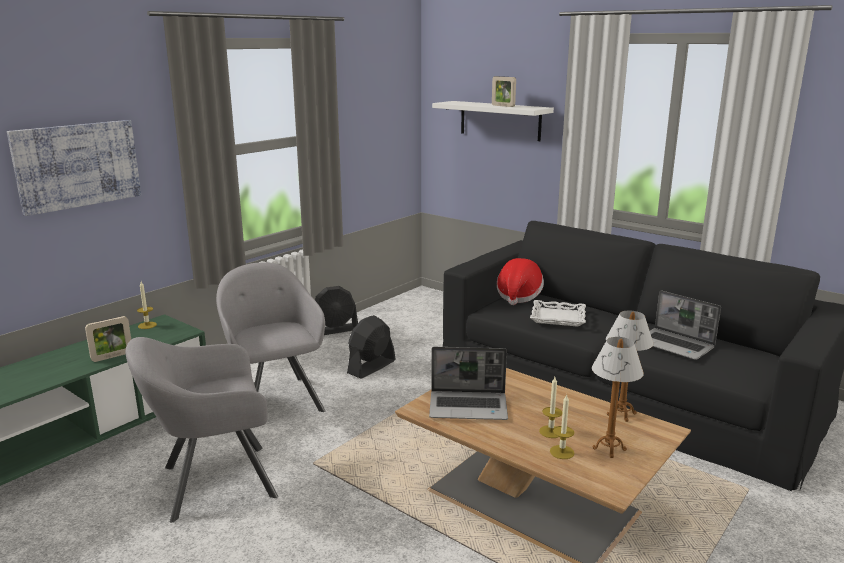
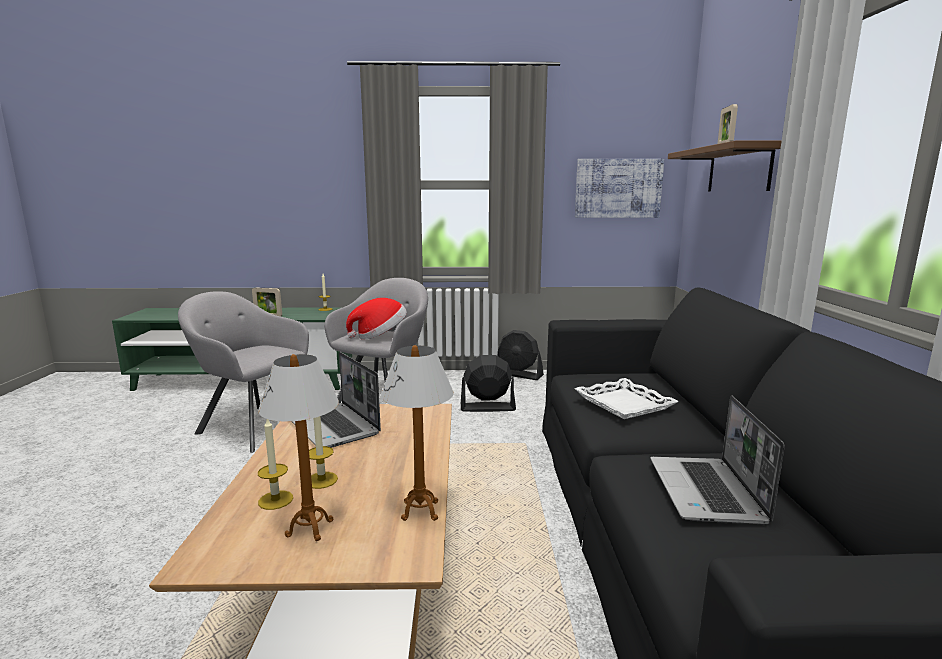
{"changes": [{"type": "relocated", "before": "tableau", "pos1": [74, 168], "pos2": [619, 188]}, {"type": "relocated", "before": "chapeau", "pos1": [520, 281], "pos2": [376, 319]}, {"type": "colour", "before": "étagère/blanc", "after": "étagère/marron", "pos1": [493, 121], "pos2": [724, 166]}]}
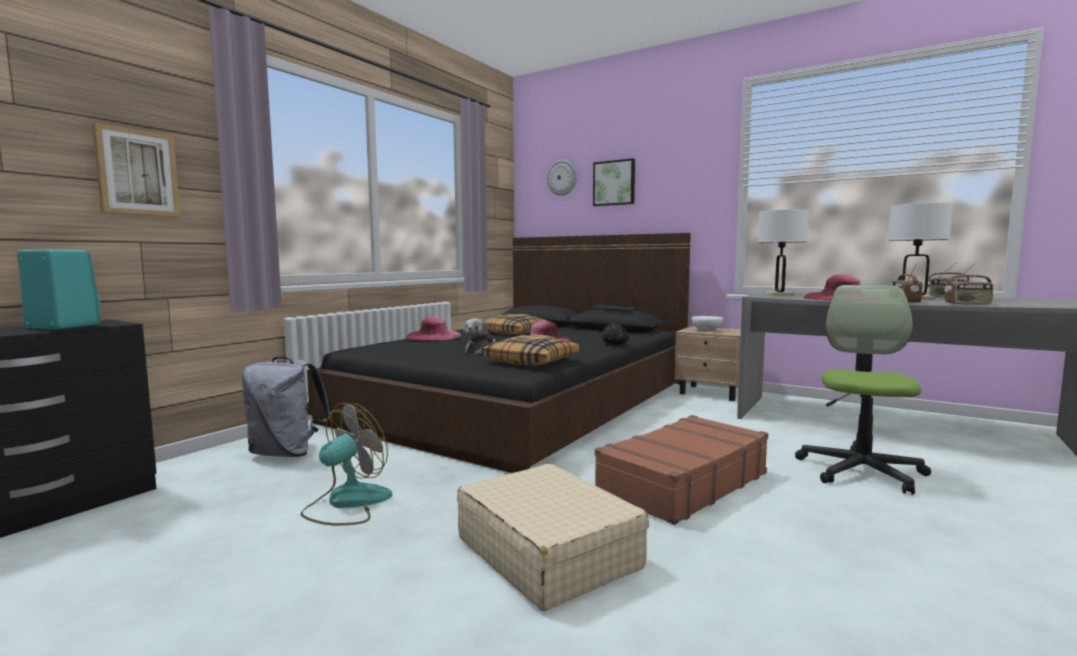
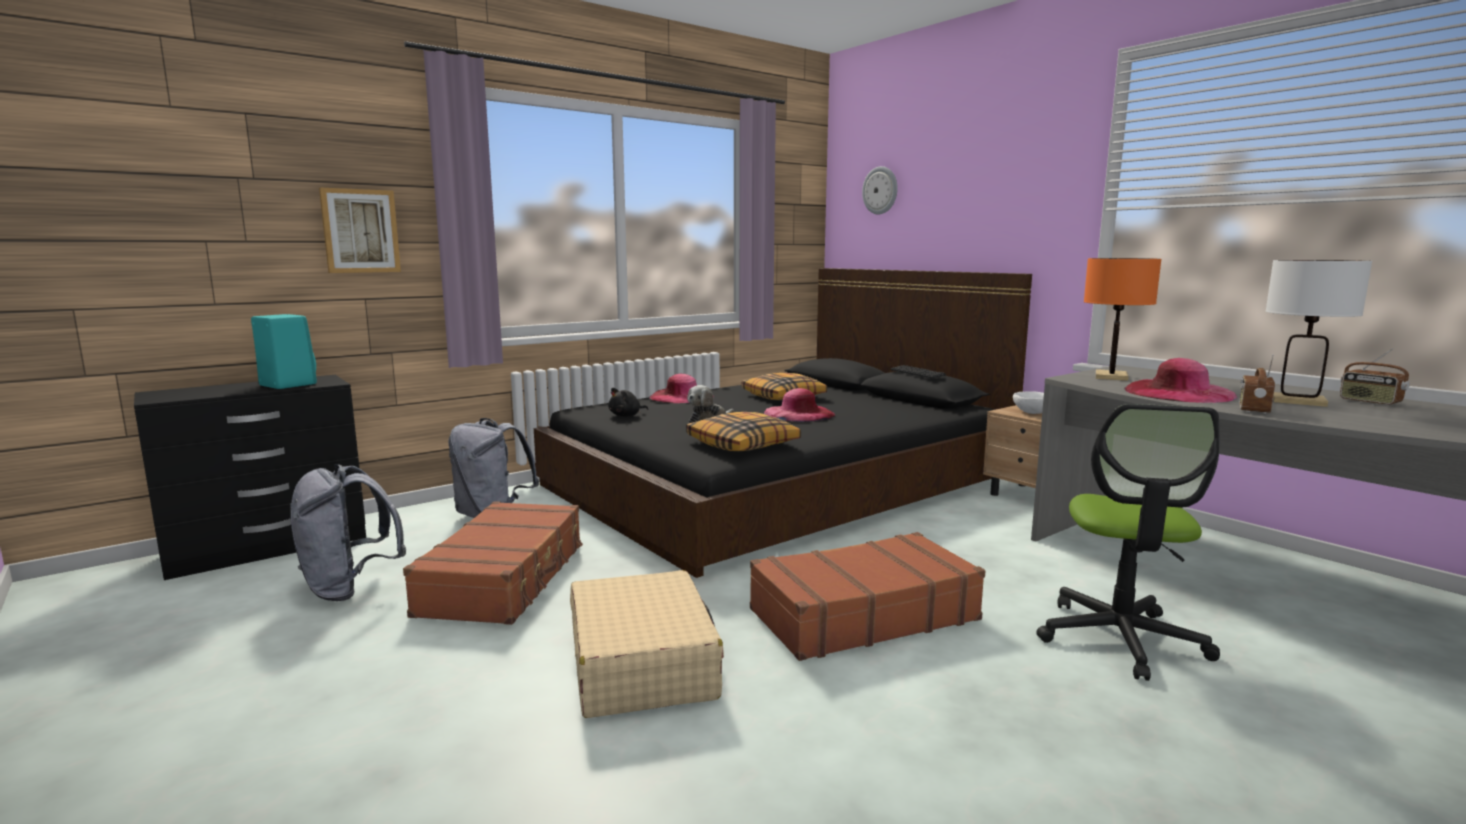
{"changes": [{"type": "missing", "before": "tableau", "pos1": [614, 182]}, {"type": "missing", "before": "radio", "pos1": [969, 284]}, {"type": "appeared", "after": "sac à dos/gris", "pos2": [348, 532]}, {"type": "relocated", "before": "peluche/noir", "pos1": [615, 333], "pos2": [628, 402]}, {"type": "exchanged", "before": "ventilateur", "after": "valise/marron", "pos1": [346, 464], "pos2": [493, 563]}, {"type": "colour", "before": "lampe de table/blanc", "after": "lampe de table/orange", "pos1": [783, 252], "pos2": [1122, 319]}, {"type": "spun", "before": "chaise de bureau", "pos1": [863, 390], "pos2": [1128, 542], "turn": 150}]}
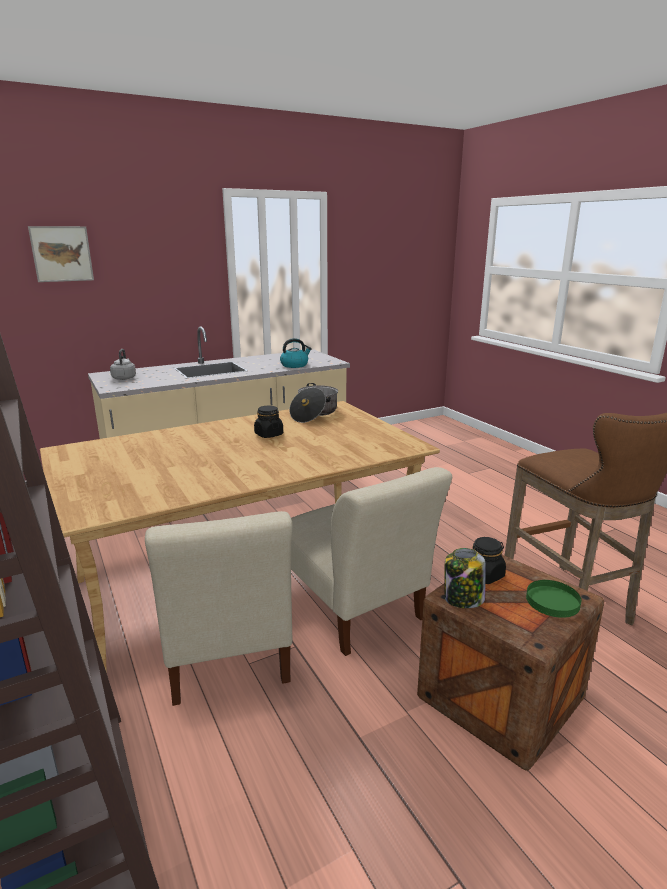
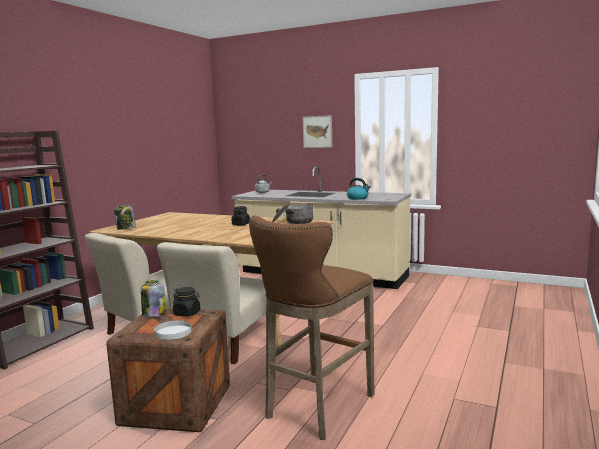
{"changes": [{"type": "appeared", "after": "bocal", "pos2": [125, 217]}, {"type": "relocated", "before": "tableau", "pos1": [61, 254], "pos2": [317, 131]}, {"type": "colour", "before": "assiette/vert", "after": "assiette/blanc", "pos1": [553, 599], "pos2": [172, 330]}]}
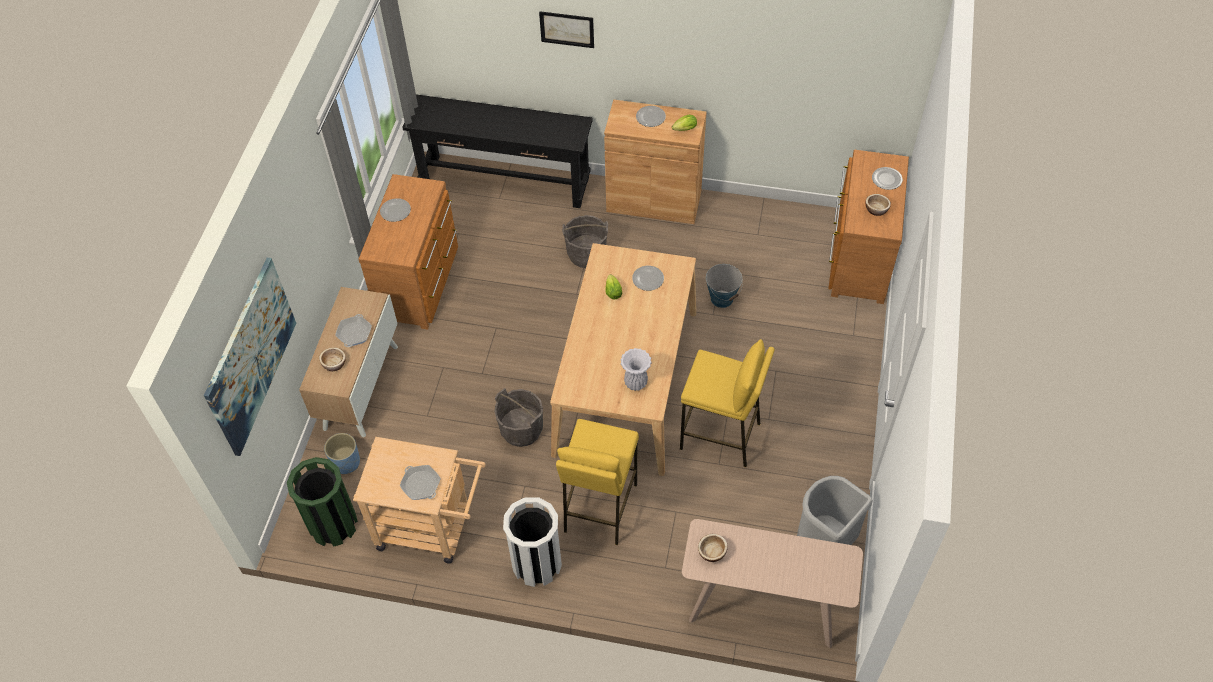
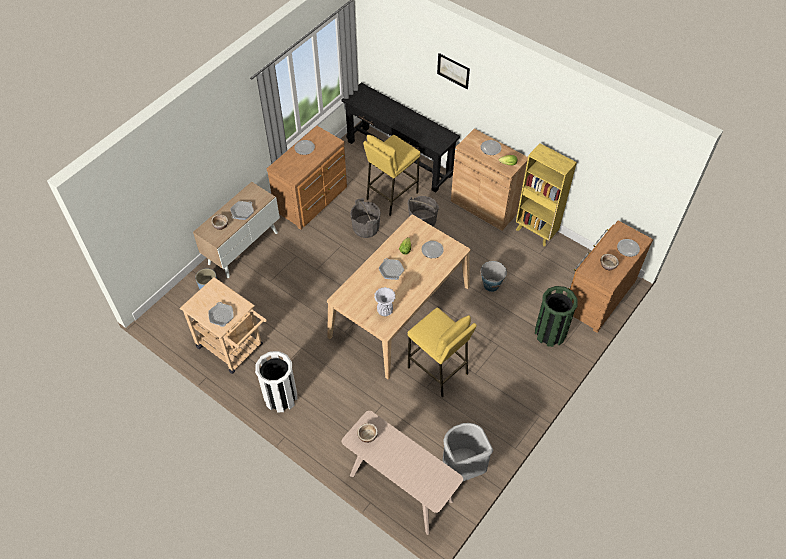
{"changes": [{"type": "missing", "before": "tableau", "pos1": [250, 357]}, {"type": "appeared", "after": "poêle", "pos2": [391, 269]}, {"type": "appeared", "after": "bibliothèque/jaune", "pos2": [546, 194]}, {"type": "relocated", "before": "poubelle/vert", "pos1": [322, 502], "pos2": [556, 316]}, {"type": "relocated", "before": "seau/gris", "pos1": [518, 417], "pos2": [365, 218]}, {"type": "relocated", "before": "tabouret/jaune", "pos1": [597, 482], "pos2": [392, 175]}]}
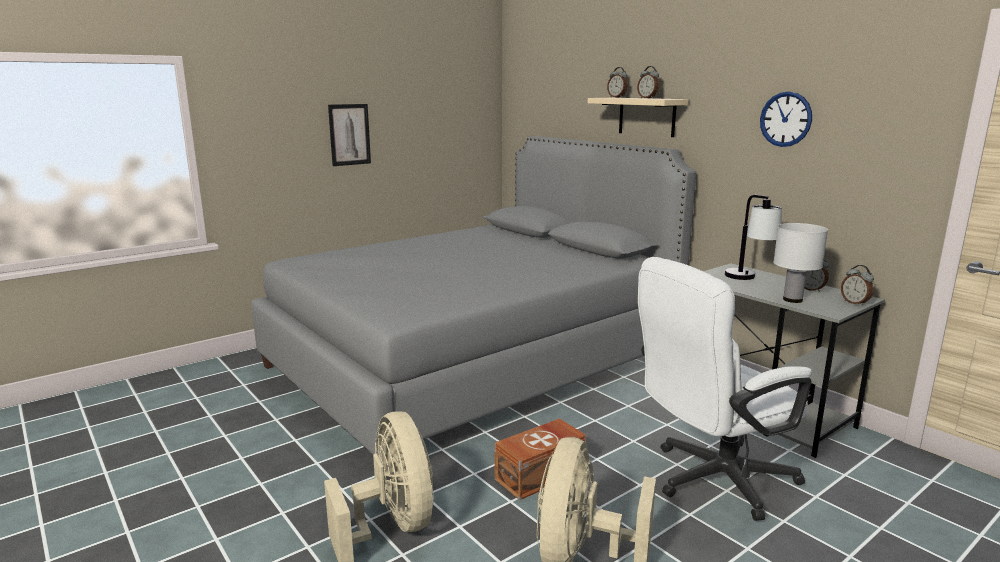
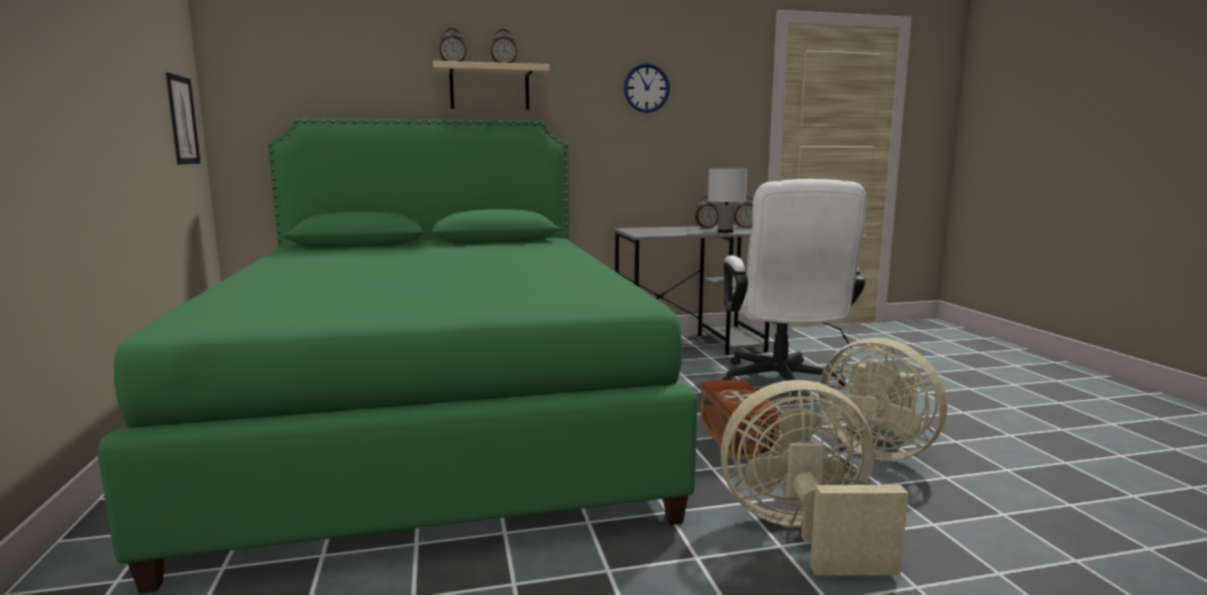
{"changes": [{"type": "missing", "before": "lampe de table", "pos1": [753, 237]}, {"type": "relocated", "before": "tableau", "pos1": [349, 135], "pos2": [183, 118]}, {"type": "colour", "before": "lit/gris", "after": "lit/vert", "pos1": [474, 295], "pos2": [397, 356]}]}
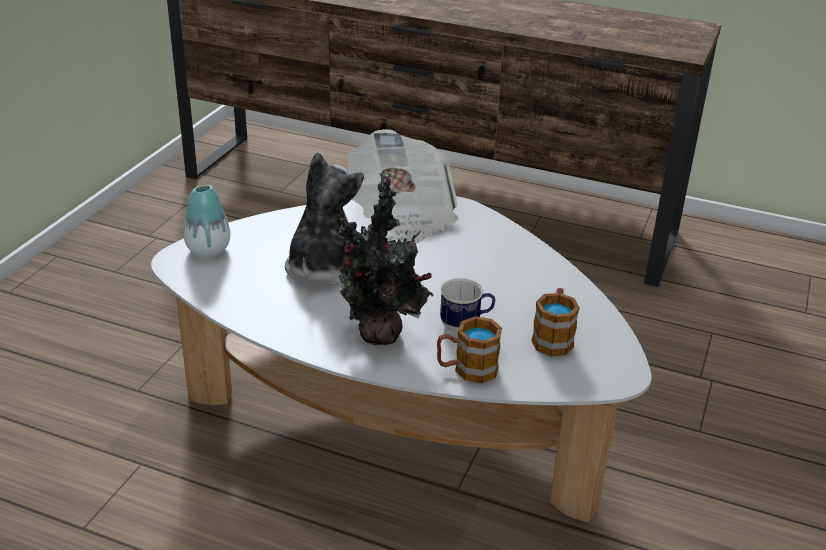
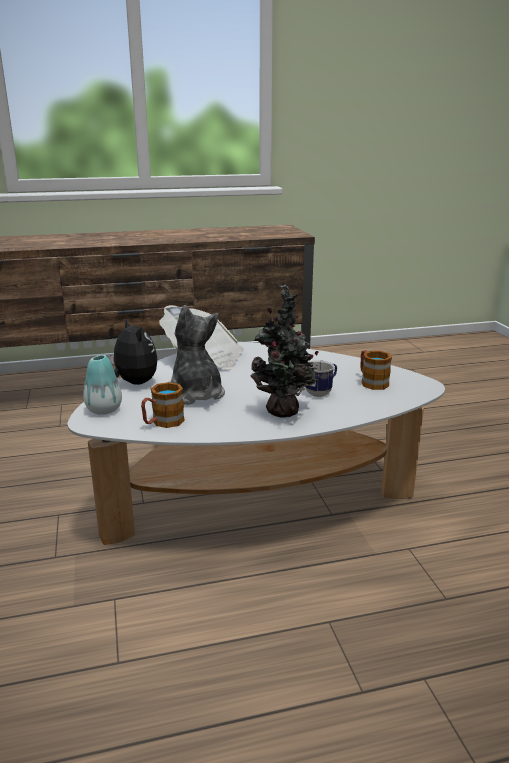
{"changes": [{"type": "appeared", "after": "peluche", "pos2": [134, 351]}, {"type": "relocated", "before": "mug", "pos1": [469, 349], "pos2": [163, 405]}]}
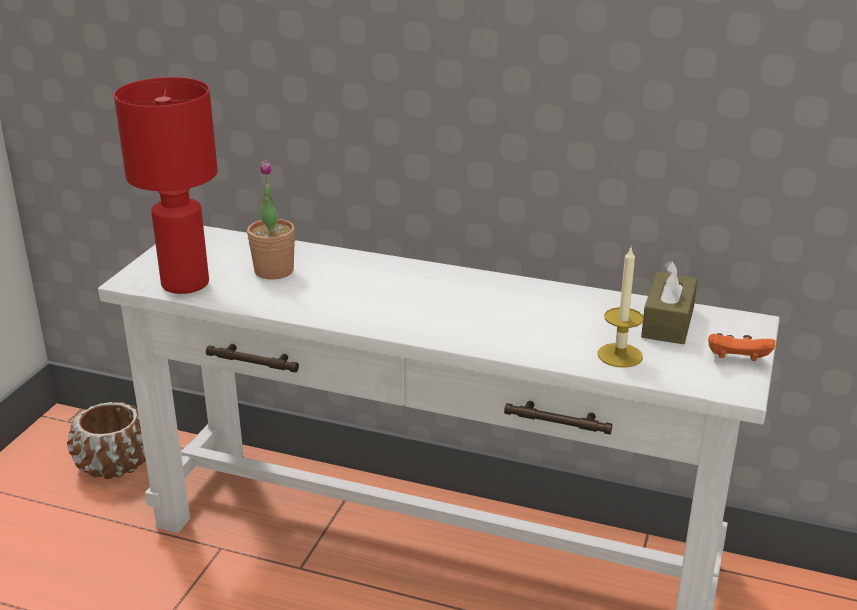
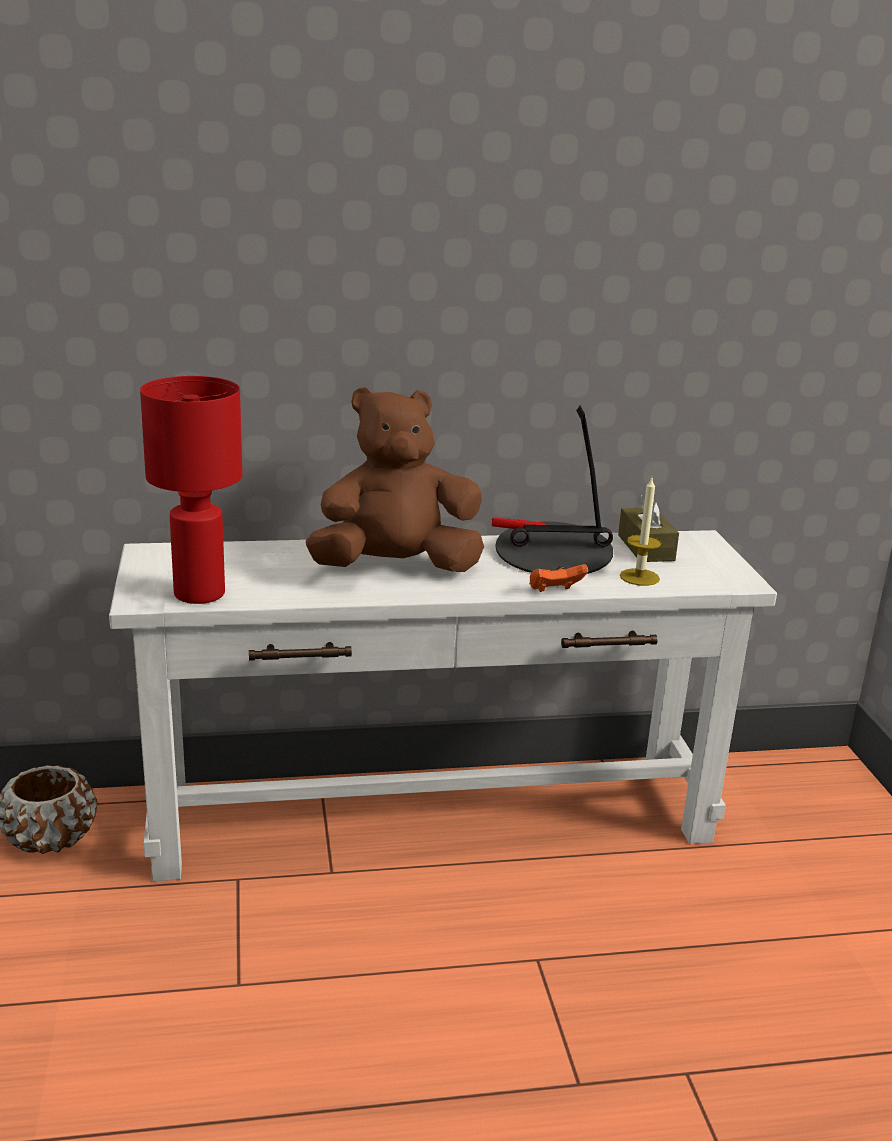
{"changes": [{"type": "missing", "before": "plante en pot", "pos1": [271, 220]}, {"type": "appeared", "after": "peluche/marron", "pos2": [395, 479]}, {"type": "appeared", "after": "lampe de table", "pos2": [552, 490]}, {"type": "relocated", "before": "manette/orange", "pos1": [741, 347], "pos2": [558, 578]}]}
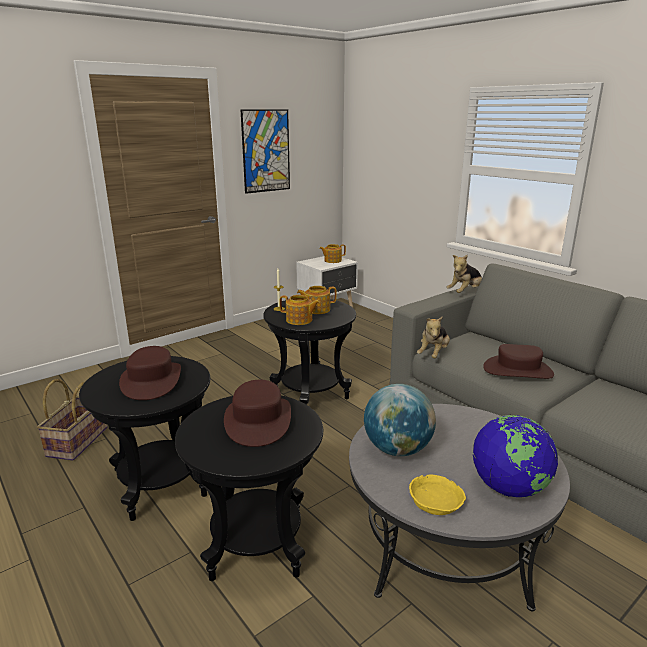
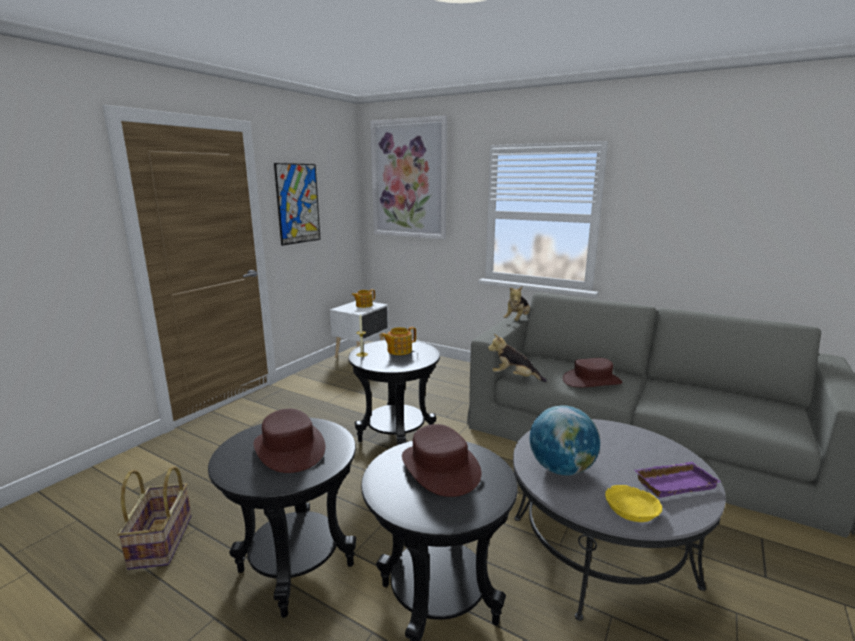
{"changes": [{"type": "missing", "before": "théière", "pos1": [299, 310]}, {"type": "appeared", "after": "tableau", "pos2": [408, 177]}, {"type": "exchanged", "before": "globe", "after": "plateau/violet", "pos1": [515, 456], "pos2": [677, 480]}, {"type": "spun", "before": "peluche", "pos1": [433, 337], "pos2": [517, 358], "turn": 105}]}
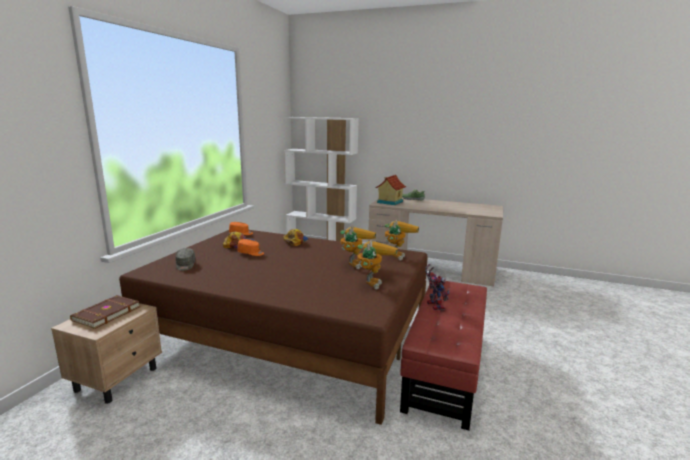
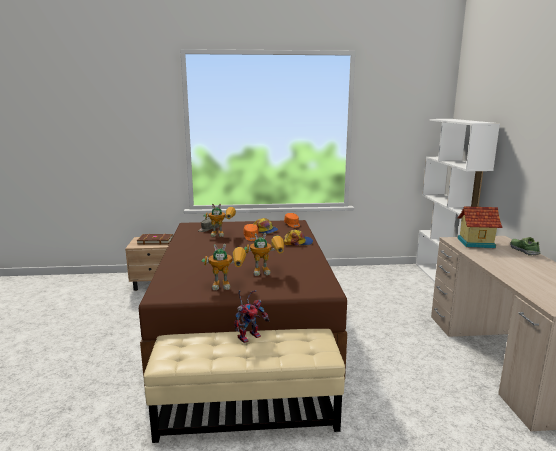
{"changes": [{"type": "relocated", "before": "robot jouet", "pos1": [402, 240], "pos2": [219, 220]}, {"type": "colour", "before": "pouf/rouge", "after": "pouf/beige", "pos1": [443, 356], "pos2": [244, 386]}]}
